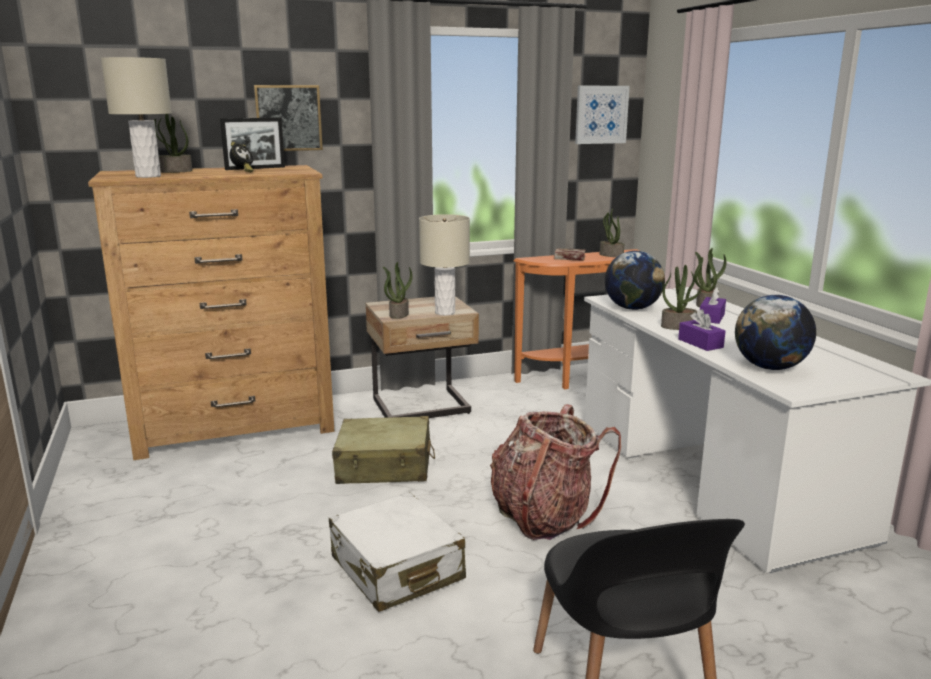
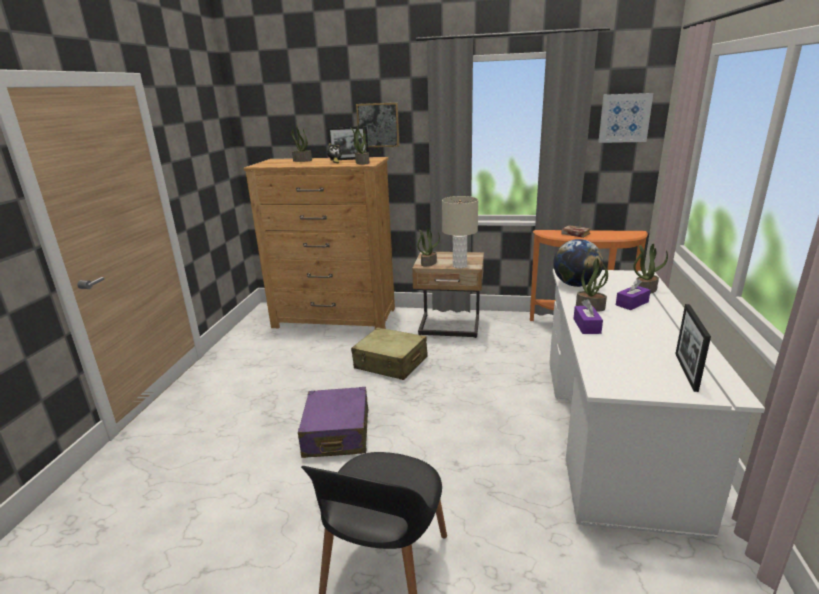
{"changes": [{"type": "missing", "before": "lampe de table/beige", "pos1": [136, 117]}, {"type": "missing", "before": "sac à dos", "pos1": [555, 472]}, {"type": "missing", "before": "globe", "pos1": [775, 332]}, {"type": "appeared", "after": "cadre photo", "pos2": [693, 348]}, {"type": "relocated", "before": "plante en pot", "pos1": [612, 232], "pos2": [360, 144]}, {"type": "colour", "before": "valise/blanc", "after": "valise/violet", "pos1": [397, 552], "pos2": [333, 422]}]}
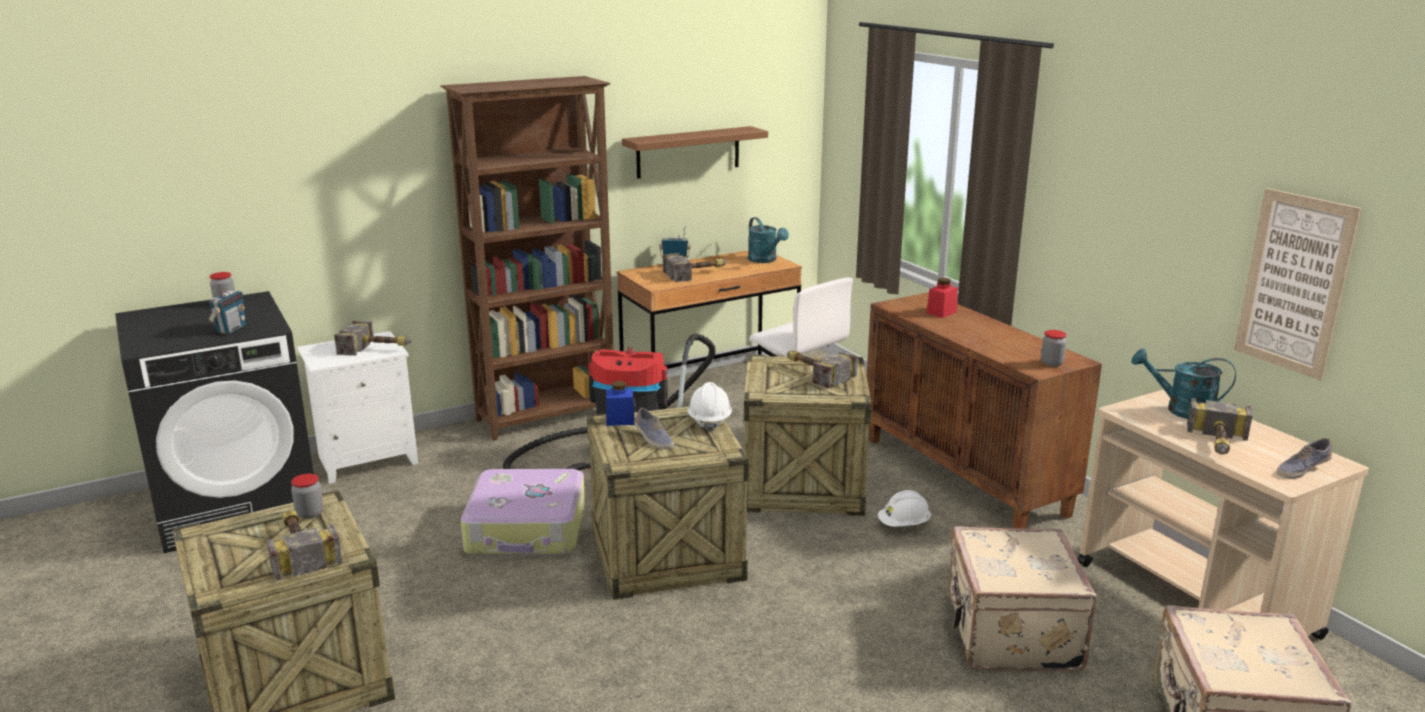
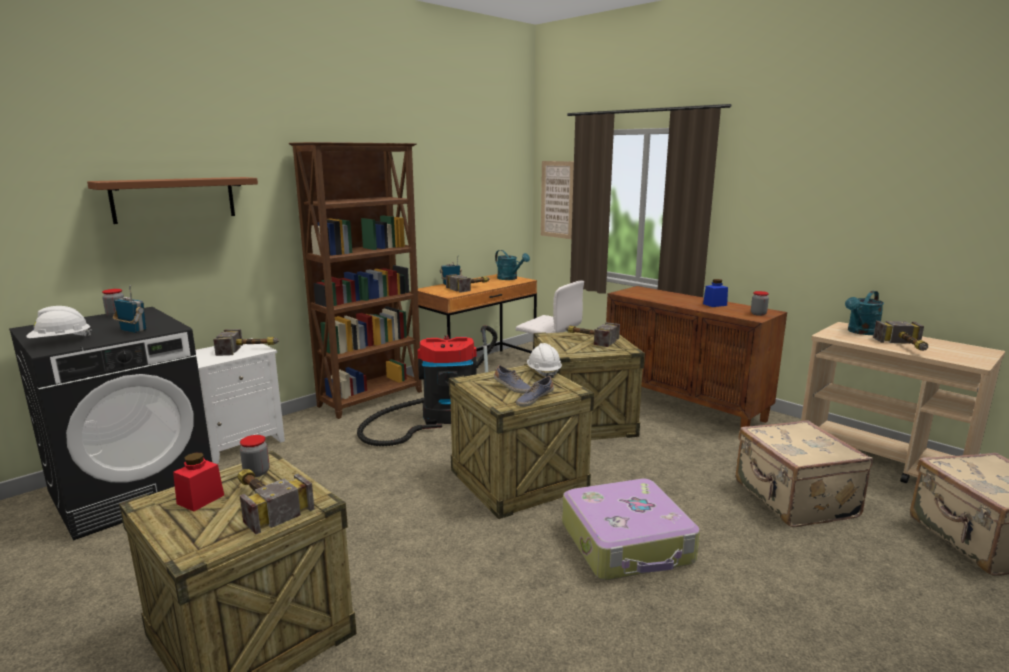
{"changes": [{"type": "relocated", "before": "valise", "pos1": [523, 512], "pos2": [631, 529]}, {"type": "relocated", "before": "bocal/bleu", "pos1": [620, 403], "pos2": [715, 293]}, {"type": "relocated", "before": "étagère/marron", "pos1": [695, 152], "pos2": [172, 200]}, {"type": "relocated", "before": "casque de chantier/blanc", "pos1": [904, 508], "pos2": [59, 322]}, {"type": "relocated", "before": "bocal/rouge", "pos1": [942, 298], "pos2": [198, 482]}, {"type": "relocated", "before": "tableau", "pos1": [1298, 284], "pos2": [557, 200]}, {"type": "relocated", "before": "chaussure", "pos1": [1304, 458], "pos2": [535, 391]}, {"type": "spun", "before": "radio", "pos1": [227, 307], "pos2": [129, 309], "turn": -60}, {"type": "spun", "before": "arrosoir/turquoise", "pos1": [1183, 384], "pos2": [864, 313], "turn": -45}]}
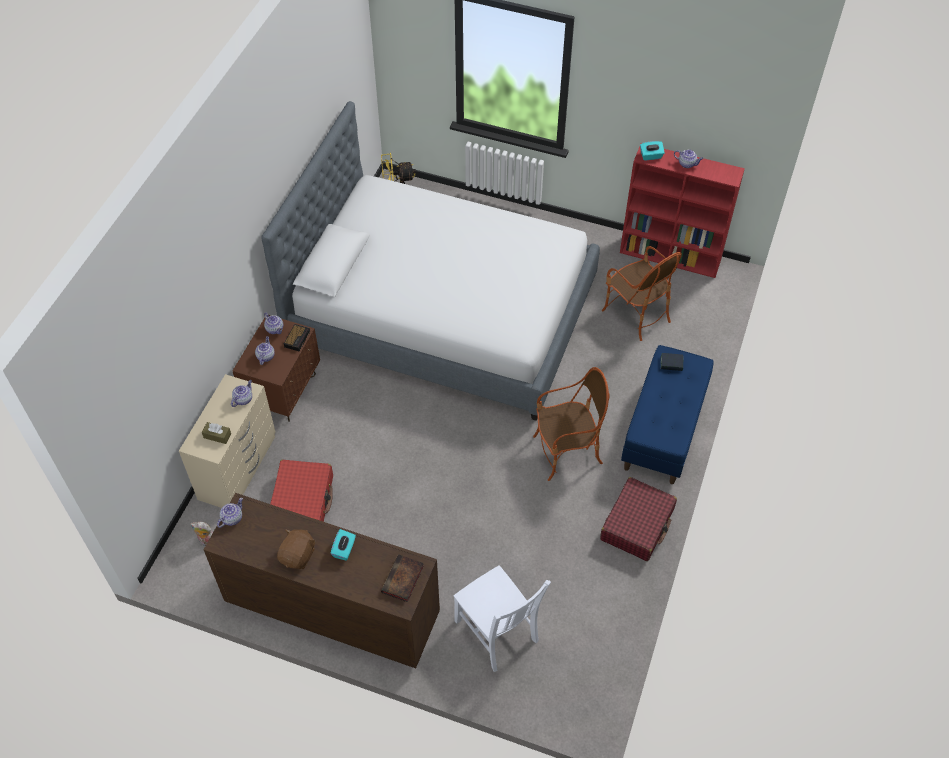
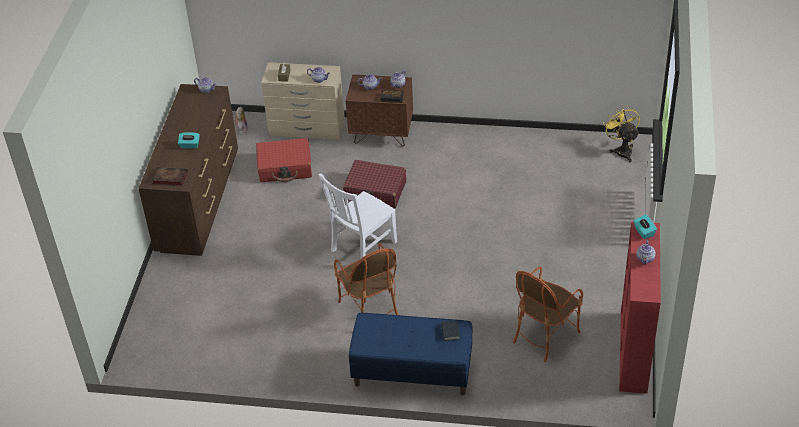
{"changes": [{"type": "missing", "before": "lit", "pos1": [431, 261]}, {"type": "missing", "before": "peluche/marron", "pos1": [296, 549]}, {"type": "relocated", "before": "chaise/blanc", "pos1": [502, 618], "pos2": [357, 216]}, {"type": "relocated", "before": "valise/rouge", "pos1": [638, 519], "pos2": [374, 184]}]}
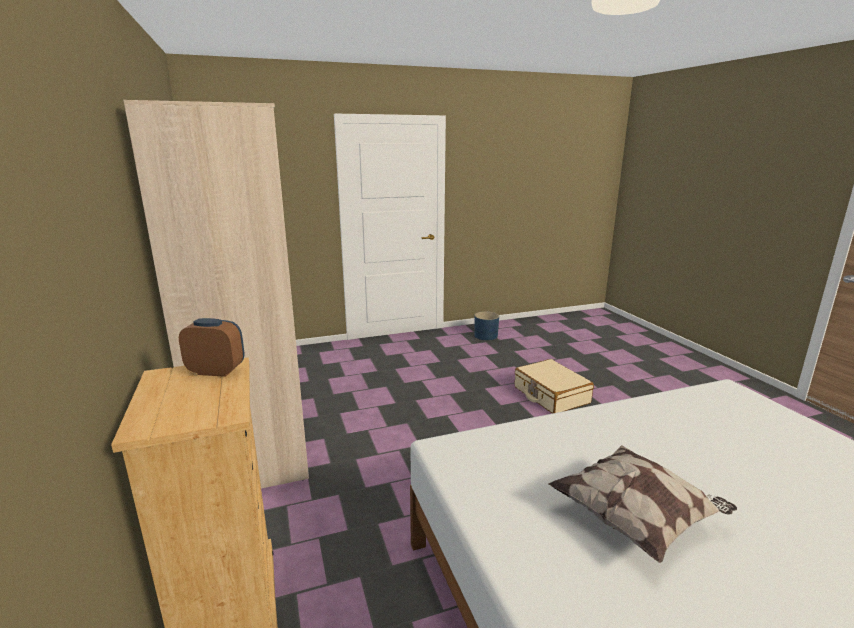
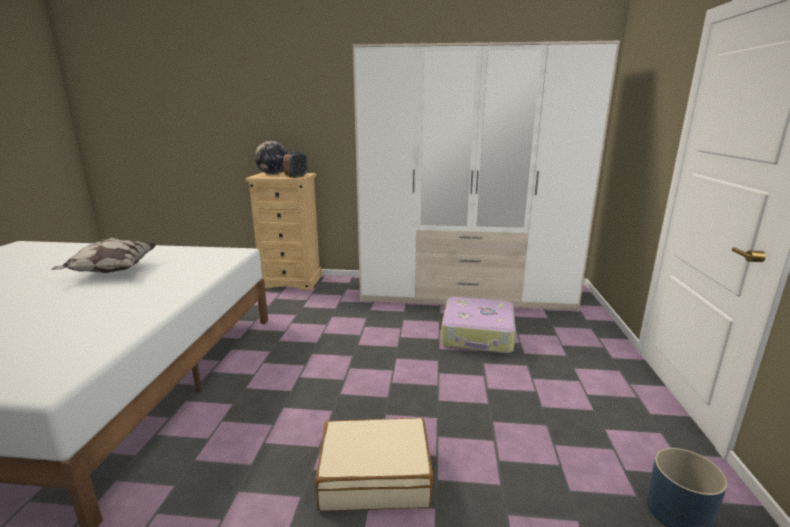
{"changes": [{"type": "appeared", "after": "globe", "pos2": [271, 157]}, {"type": "appeared", "after": "valise", "pos2": [478, 325]}]}
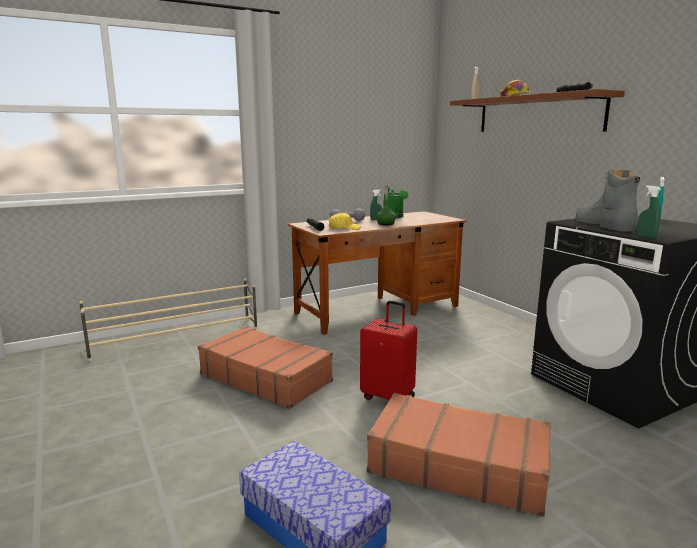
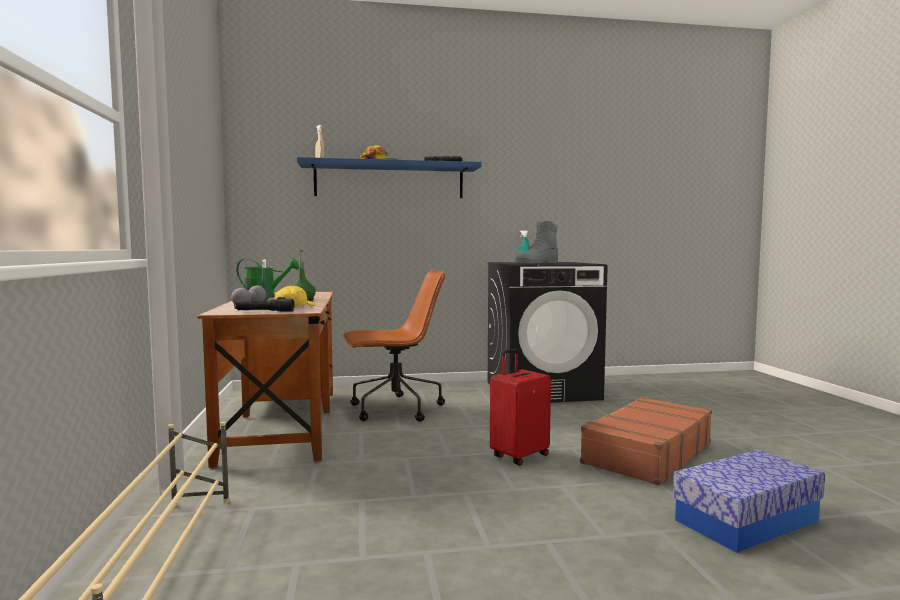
{"changes": [{"type": "missing", "before": "valise/marron", "pos1": [265, 367]}, {"type": "missing", "before": "vaporisateur/vert", "pos1": [649, 212]}, {"type": "appeared", "after": "chaise de bureau/marron", "pos2": [394, 346]}, {"type": "colour", "before": "étagère/marron", "after": "étagère/bleu", "pos1": [537, 110], "pos2": [389, 177]}, {"type": "spun", "before": "botte/gris", "pos1": [607, 201], "pos2": [536, 242], "turn": -45}]}
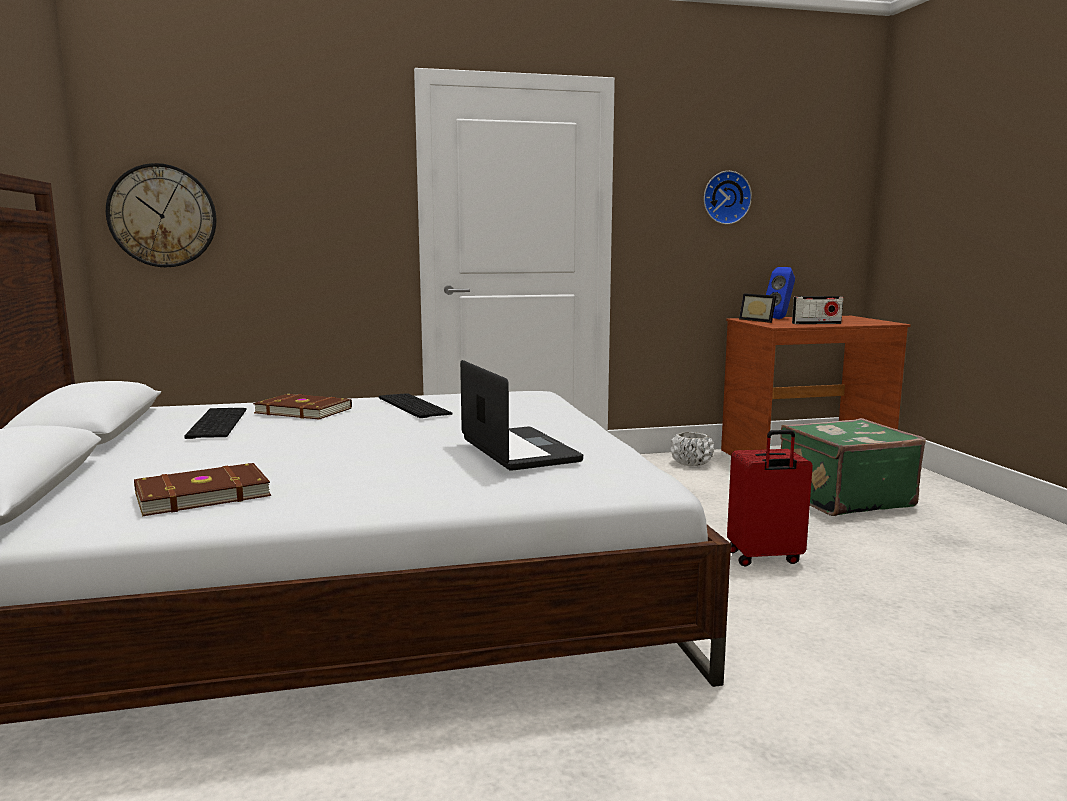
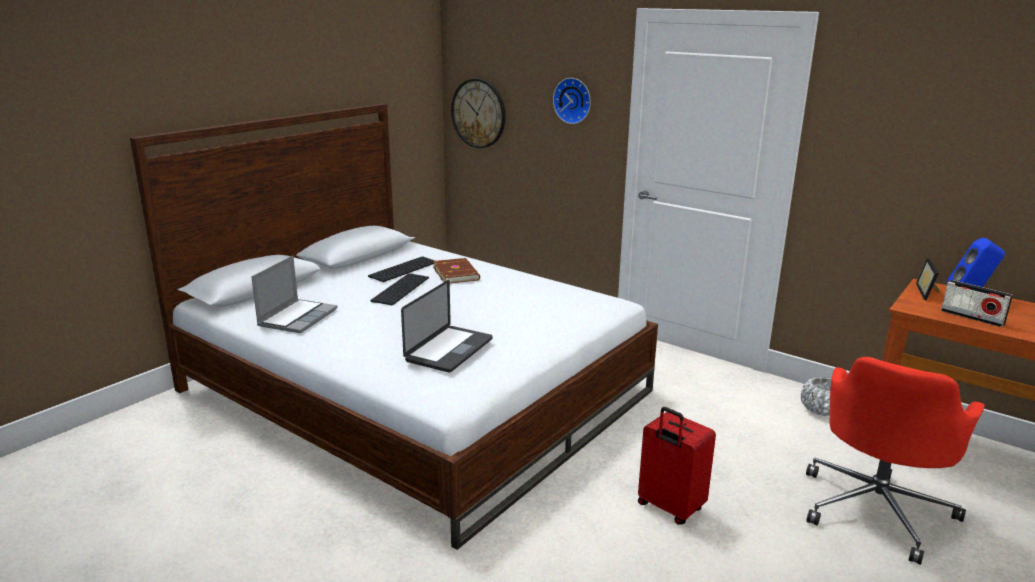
{"changes": [{"type": "relocated", "before": "clavier", "pos1": [415, 405], "pos2": [399, 289]}, {"type": "relocated", "before": "horloge murale", "pos1": [728, 197], "pos2": [572, 101]}, {"type": "exchanged", "before": "livre/marron", "after": "ordinateur portable", "pos1": [202, 489], "pos2": [294, 294]}, {"type": "exchanged", "before": "valise/vert", "after": "chaise de bureau/rouge", "pos1": [853, 467], "pos2": [895, 461]}]}
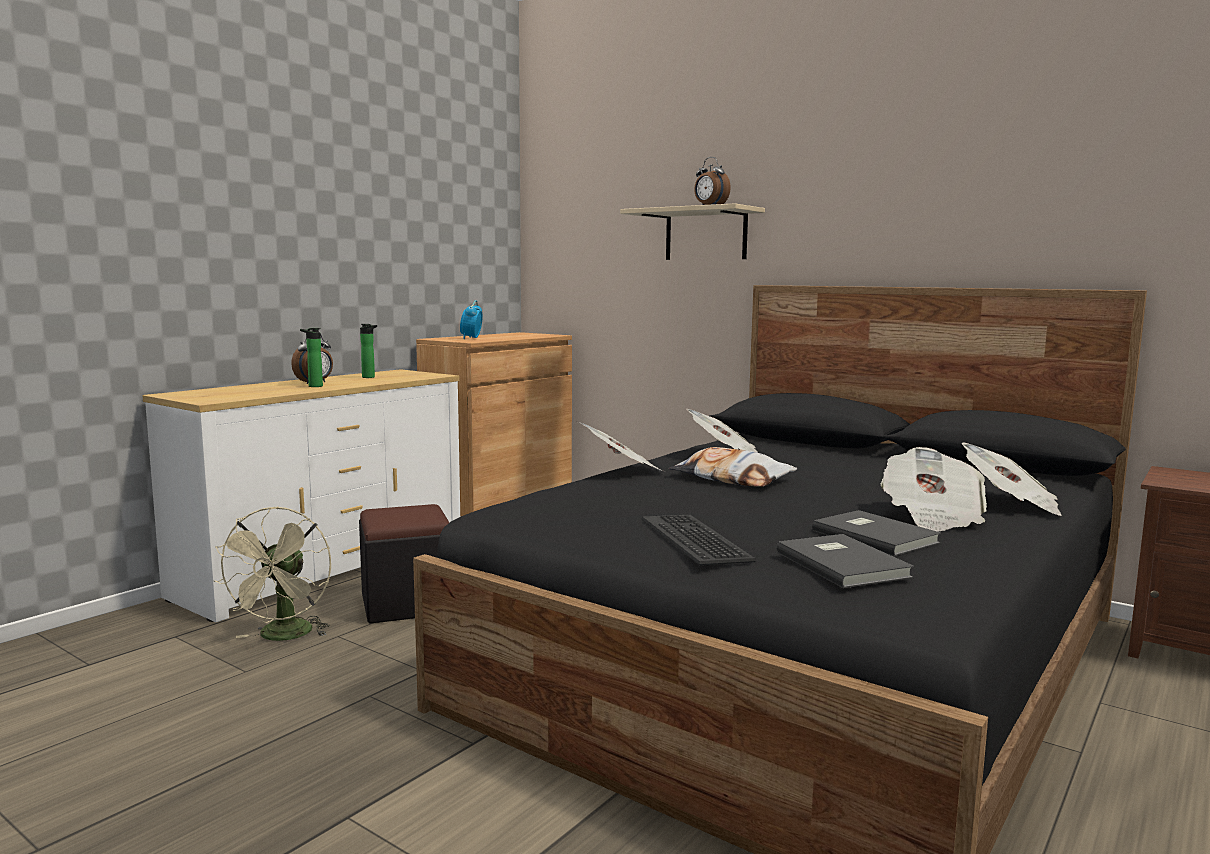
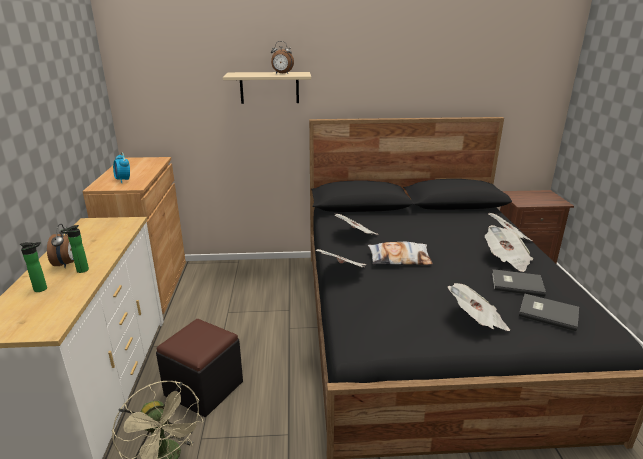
{"changes": [{"type": "relocated", "before": "bouteille", "pos1": [368, 351], "pos2": [33, 267]}, {"type": "exchanged", "before": "clavier", "after": "journal", "pos1": [699, 540], "pos2": [479, 307]}]}
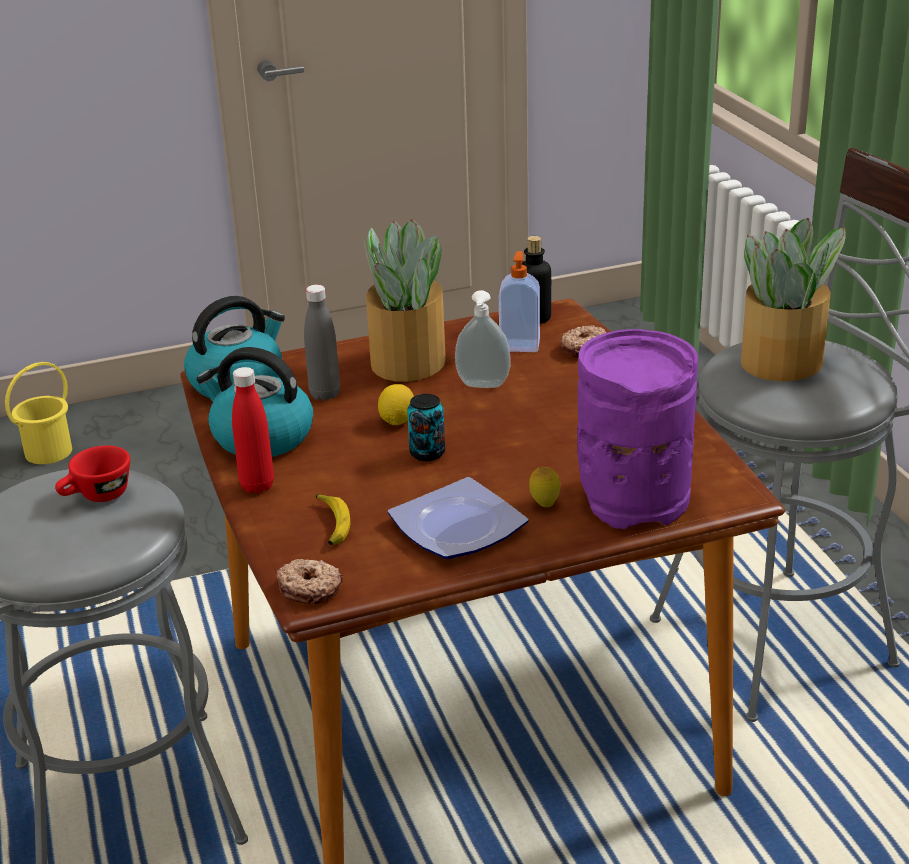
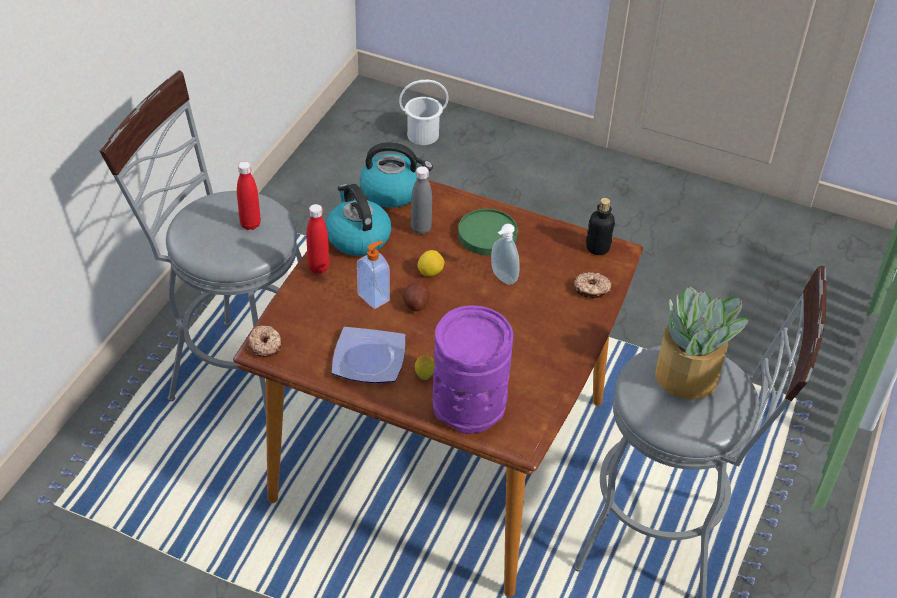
{"changes": [{"type": "missing", "before": "banane", "pos1": [333, 519]}, {"type": "relocated", "before": "distributeur de savon", "pos1": [519, 301], "pos2": [373, 275]}, {"type": "exchanged", "before": "tasse/rouge", "after": "bouteille/rouge", "pos1": [92, 474], "pos2": [249, 195]}, {"type": "exchanged", "before": "plante en pot", "after": "assiette/vert", "pos1": [404, 300], "pos2": [488, 232]}, {"type": "exchanged", "before": "boîte métallique", "after": "pomme de terre", "pos1": [426, 427], "pos2": [416, 296]}, {"type": "colour", "before": "seau/jaune", "after": "seau/blanc", "pos1": [38, 413], "pos2": [424, 112]}]}
